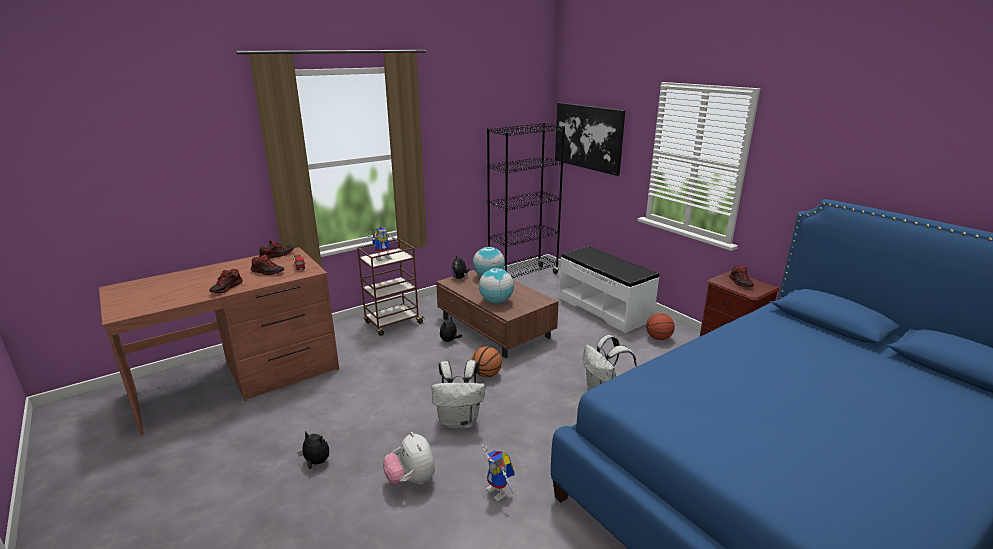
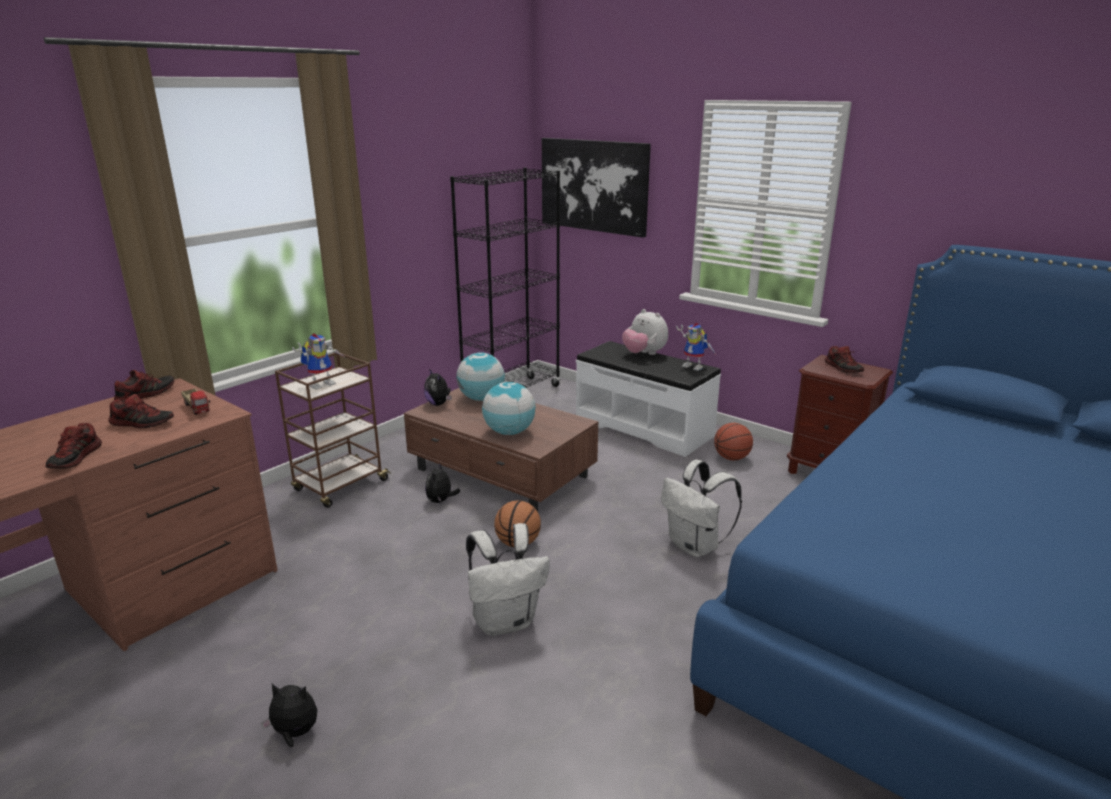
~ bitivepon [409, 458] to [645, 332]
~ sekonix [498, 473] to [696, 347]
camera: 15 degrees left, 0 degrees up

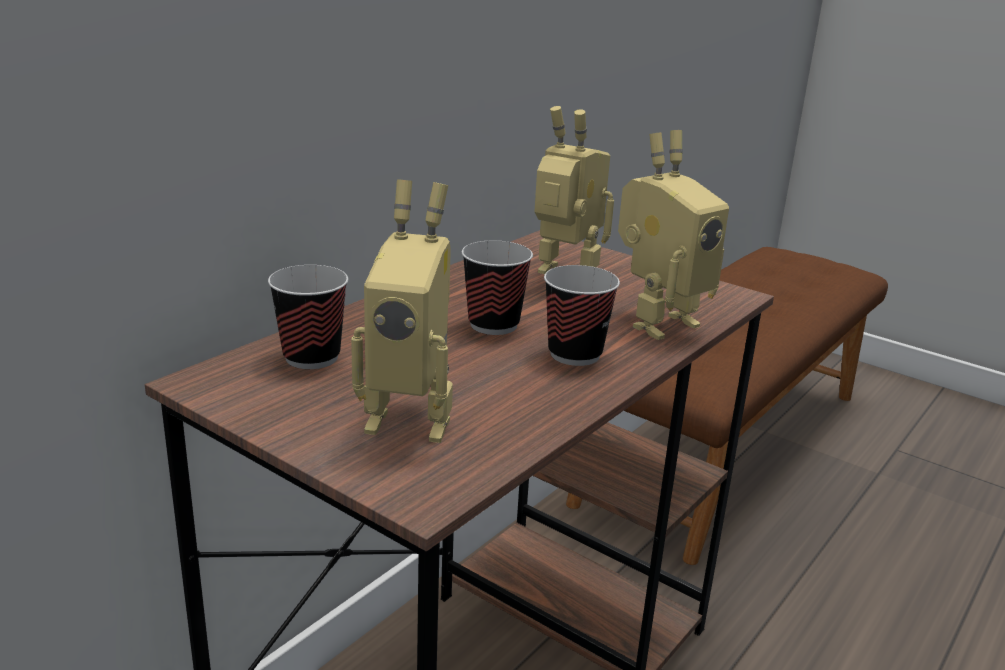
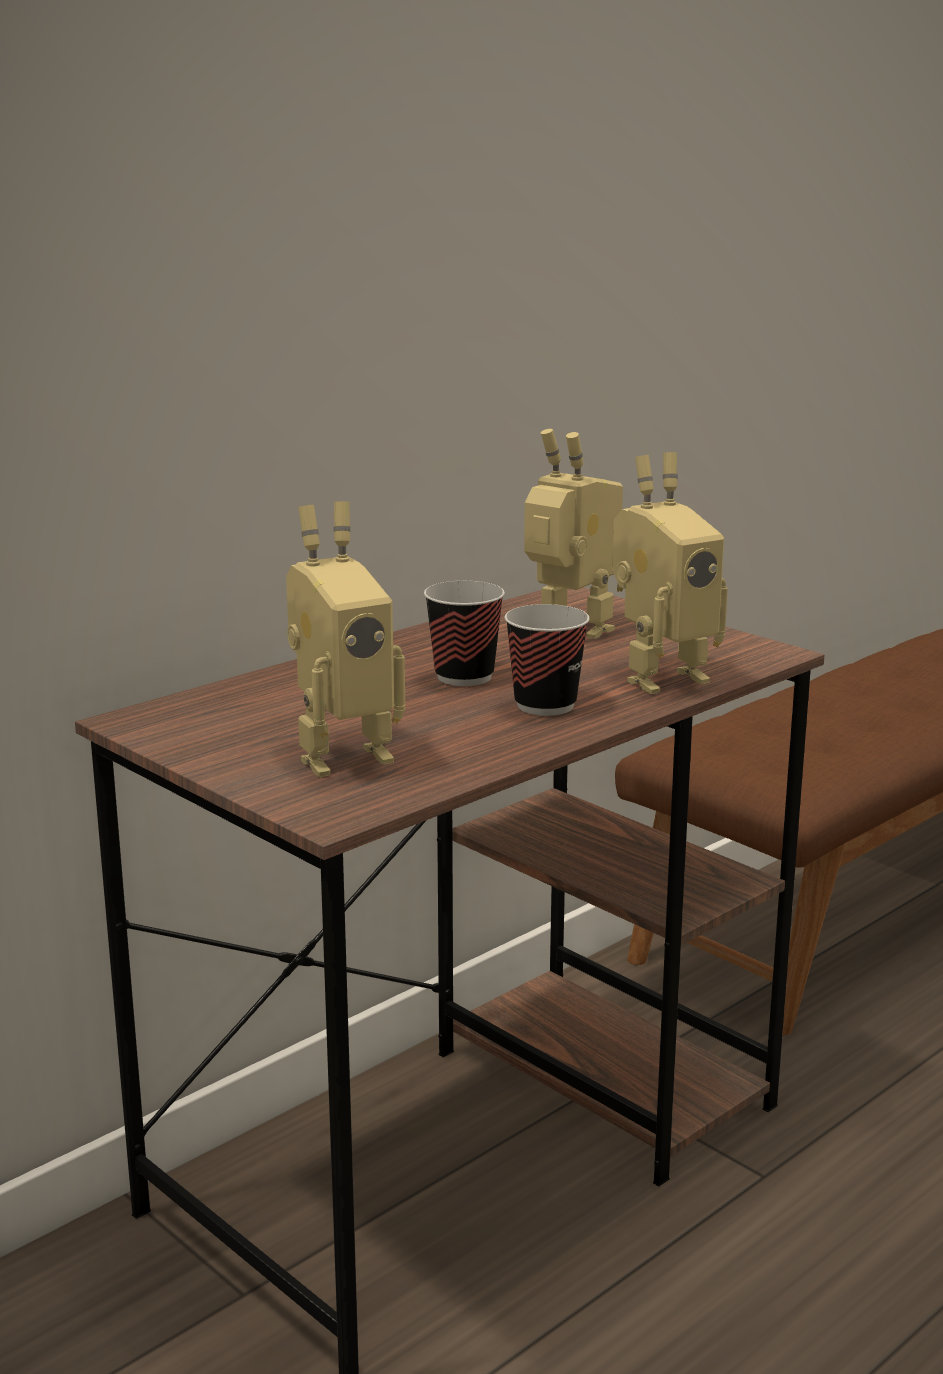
- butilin [308, 317]
~ sekonix [402, 311] = [345, 639] 45 degrees counterclockwise
camera: 10 degrees right, 5 degrees down

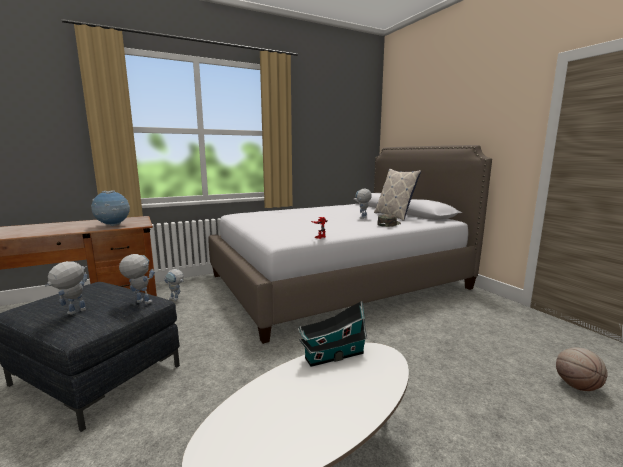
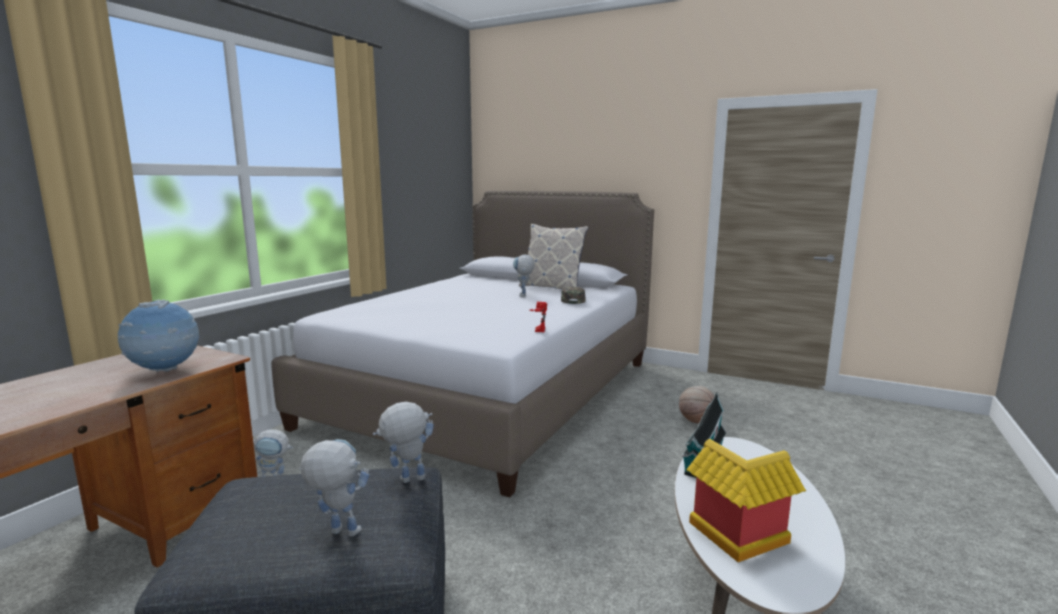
+ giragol [746, 500]
~ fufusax [582, 369] to [696, 404]
~ sekonix [66, 288] = [334, 488] 105 degrees clockwise
camera: 35 degrees left, 0 degrees up

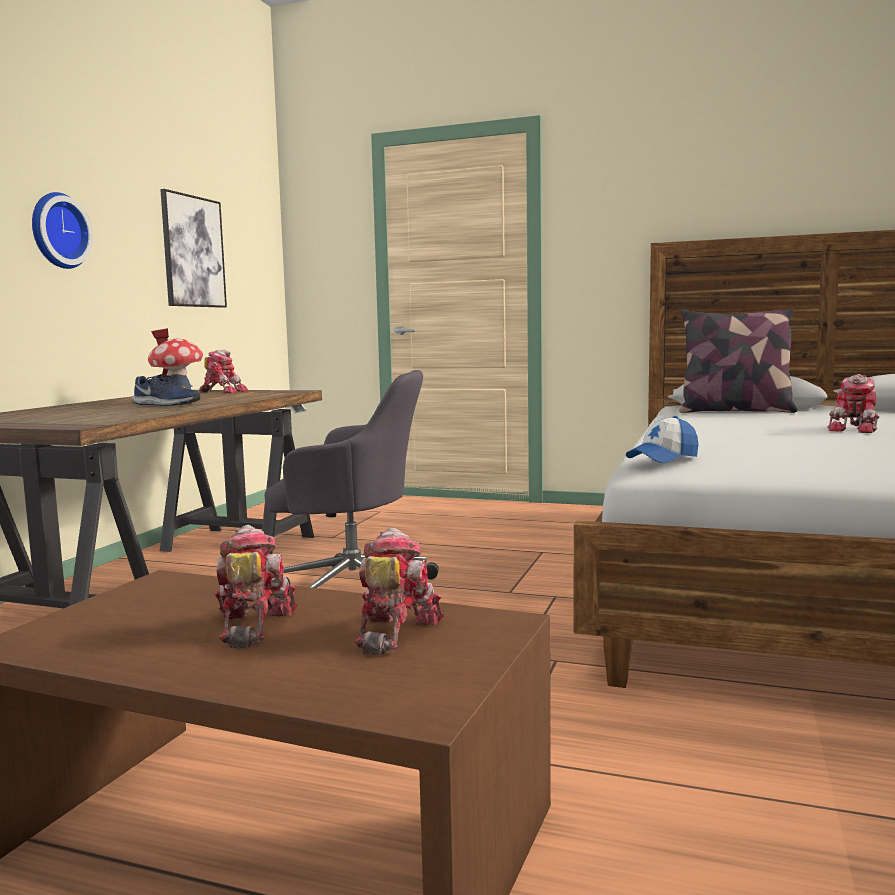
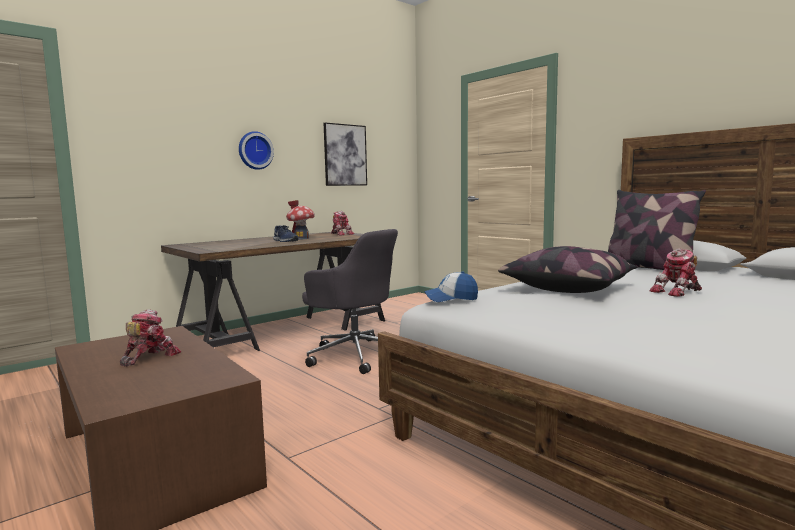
- sekonix [399, 591]
+ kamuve [568, 269]
camera: 30 degrees right, 0 degrees up

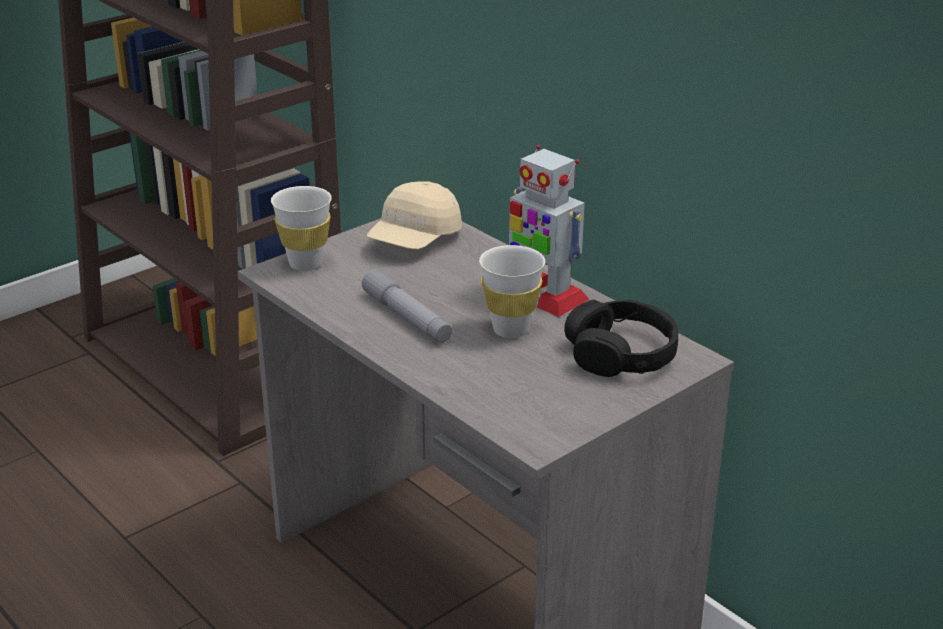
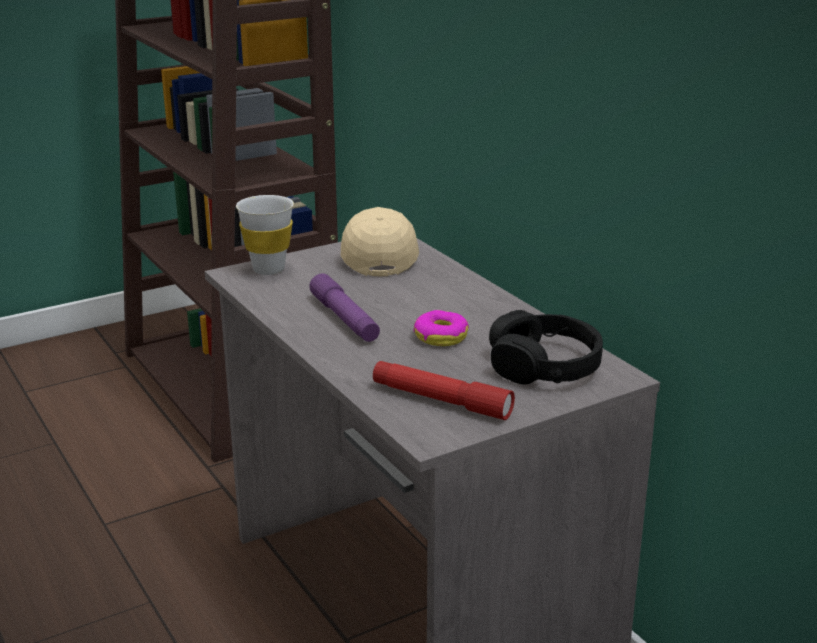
- sekonix [549, 231]
+ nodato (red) [444, 390]
~ butilin (white) [512, 291] to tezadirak [441, 328]
~ nodato (grey) [407, 306] to nodato (purple) [344, 307]
~ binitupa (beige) [414, 215] = [380, 241] 135 degrees clockwise
camera: 10 degrees right, 5 degrees down

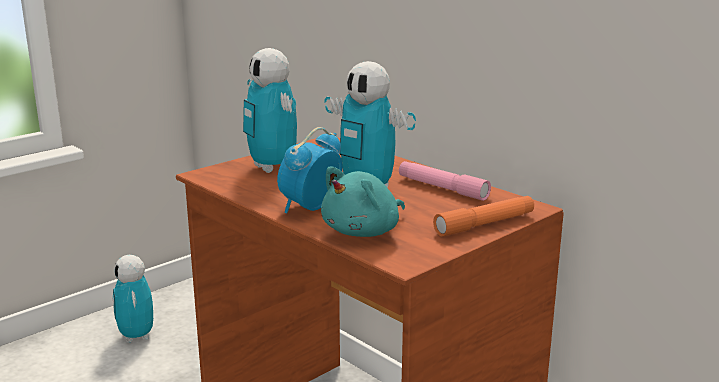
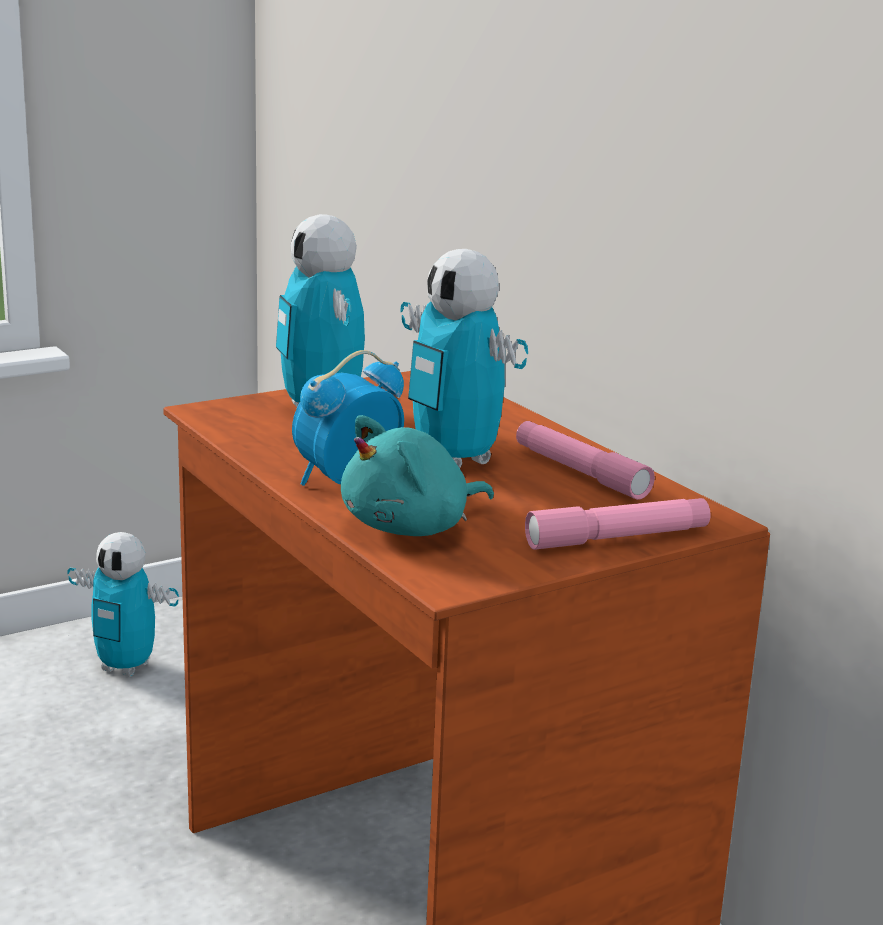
~ nodato (orange) [483, 216] to nodato (pink) [617, 524]
~ sekonix [133, 299] = [123, 604] 60 degrees counterclockwise
camera: 10 degrees right, 0 degrees up

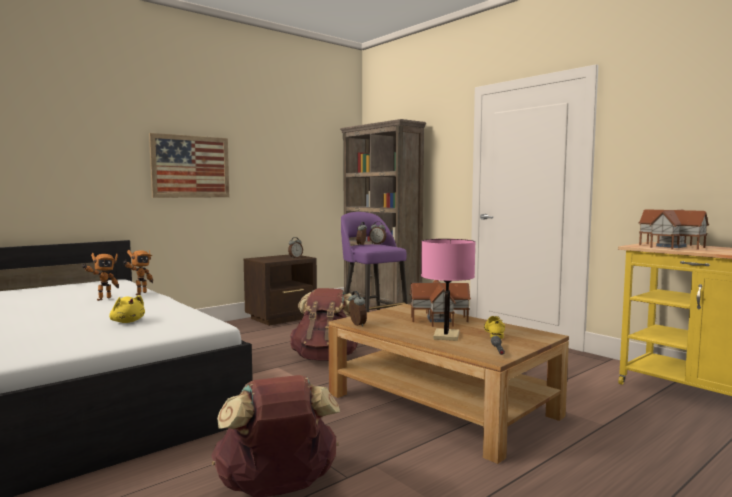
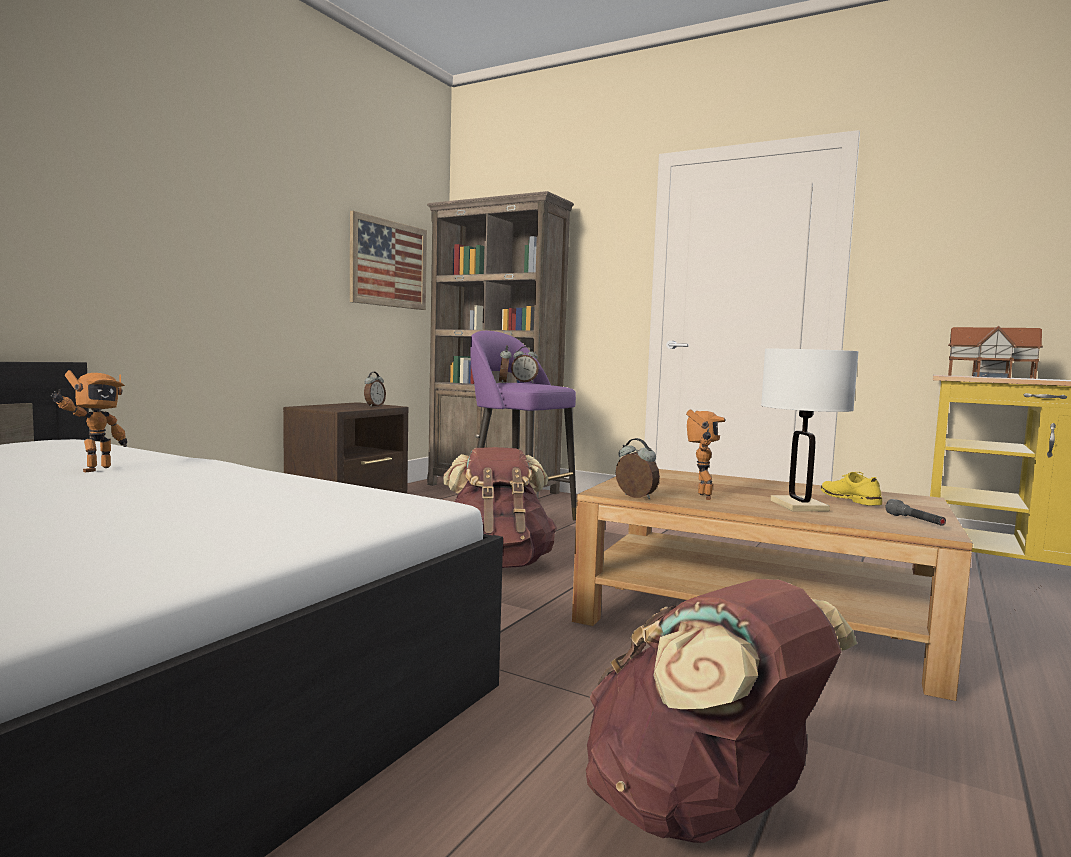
- bitivepon (yellow) [127, 309]
- giragol [440, 303]
~ sekonix [138, 272] to [705, 454]
~ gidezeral [189, 165] to [388, 260]
~ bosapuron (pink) [448, 290] to bosapuron (white) [810, 430]
camera: 20 degrees left, 0 degrees up

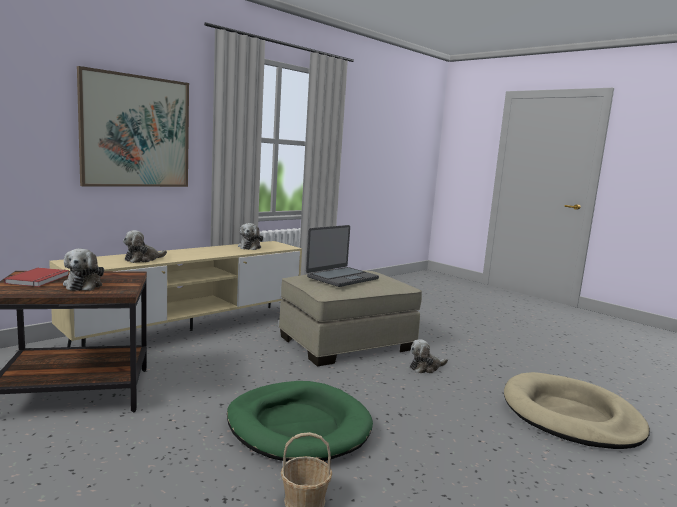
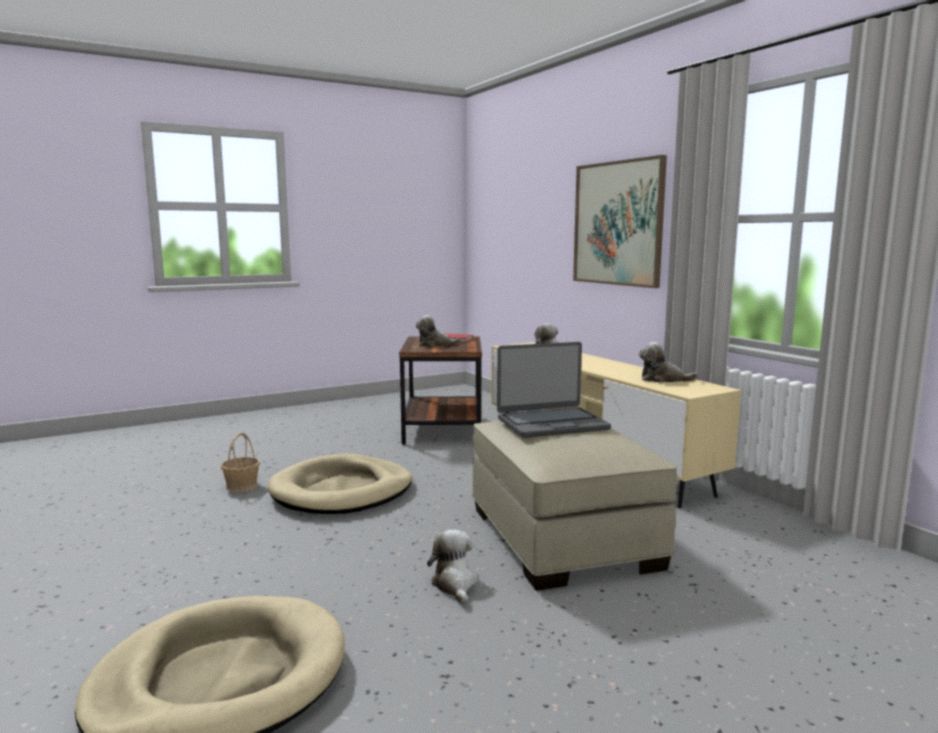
~ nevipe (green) [300, 421] to nevipe (beige) [340, 484]
~ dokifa [342, 256] = [554, 390] 75 degrees counterclockwise
camera: 105 degrees right, 0 degrees up

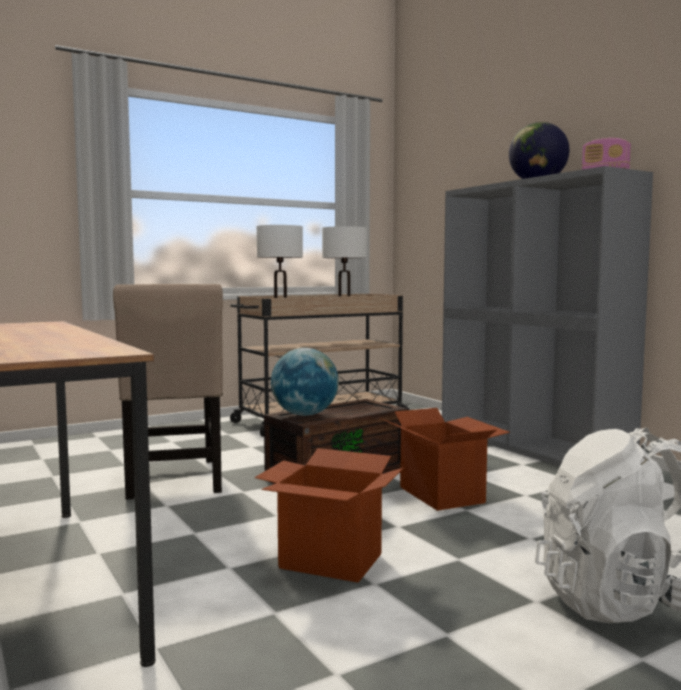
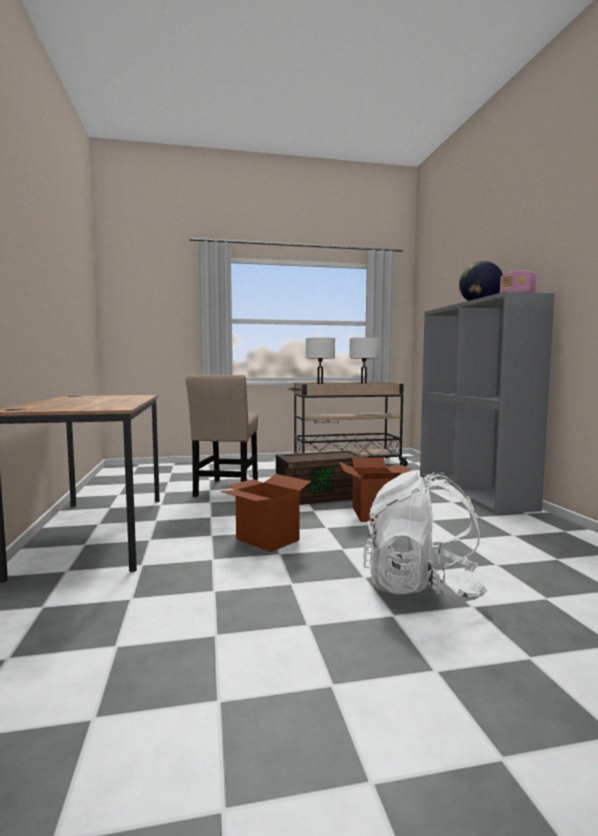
- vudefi [305, 382]
camera: 20 degrees right, 0 degrees up

